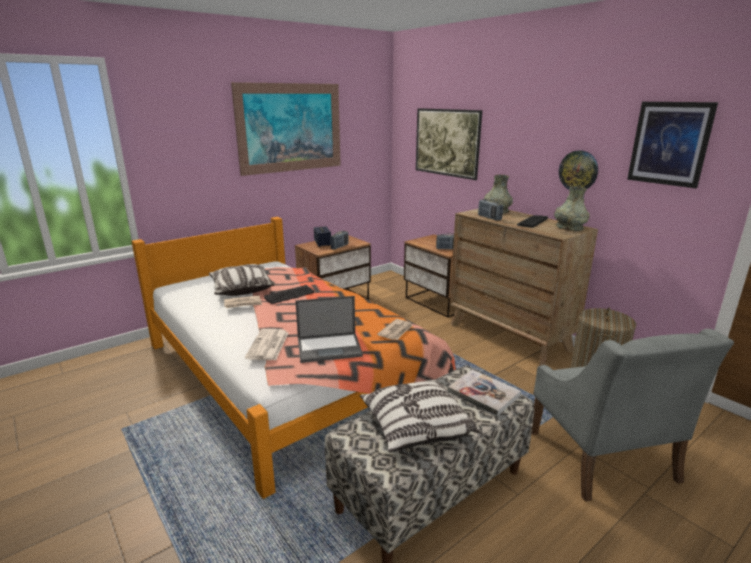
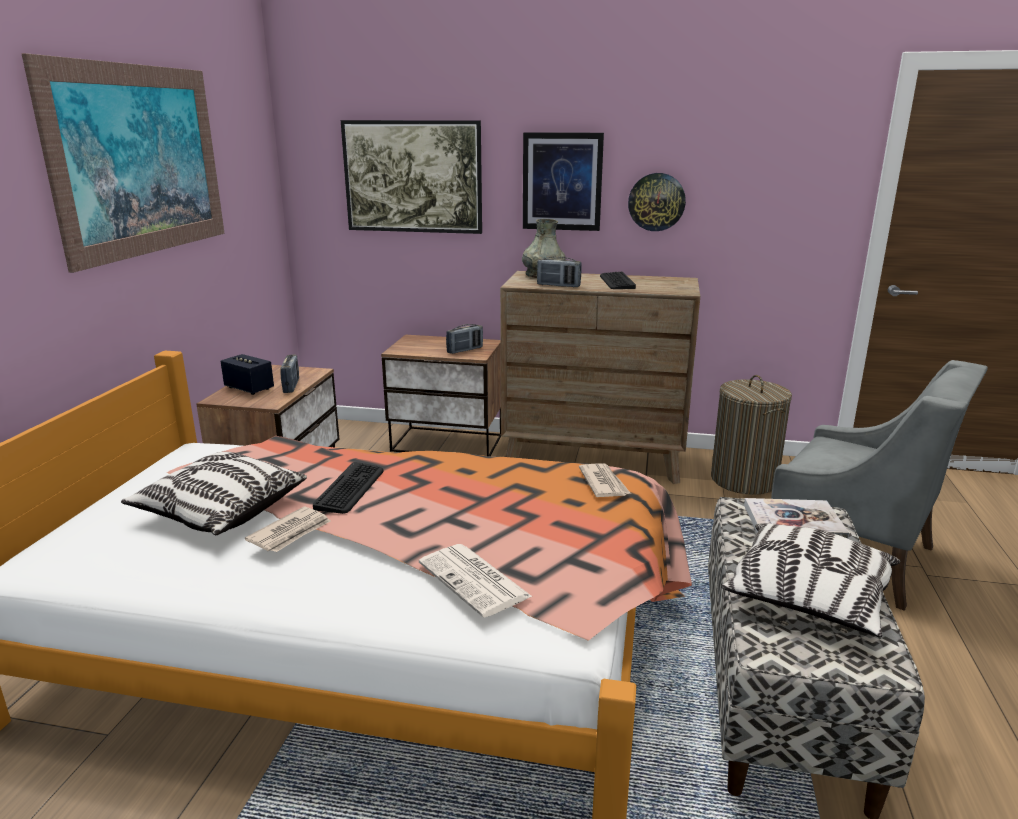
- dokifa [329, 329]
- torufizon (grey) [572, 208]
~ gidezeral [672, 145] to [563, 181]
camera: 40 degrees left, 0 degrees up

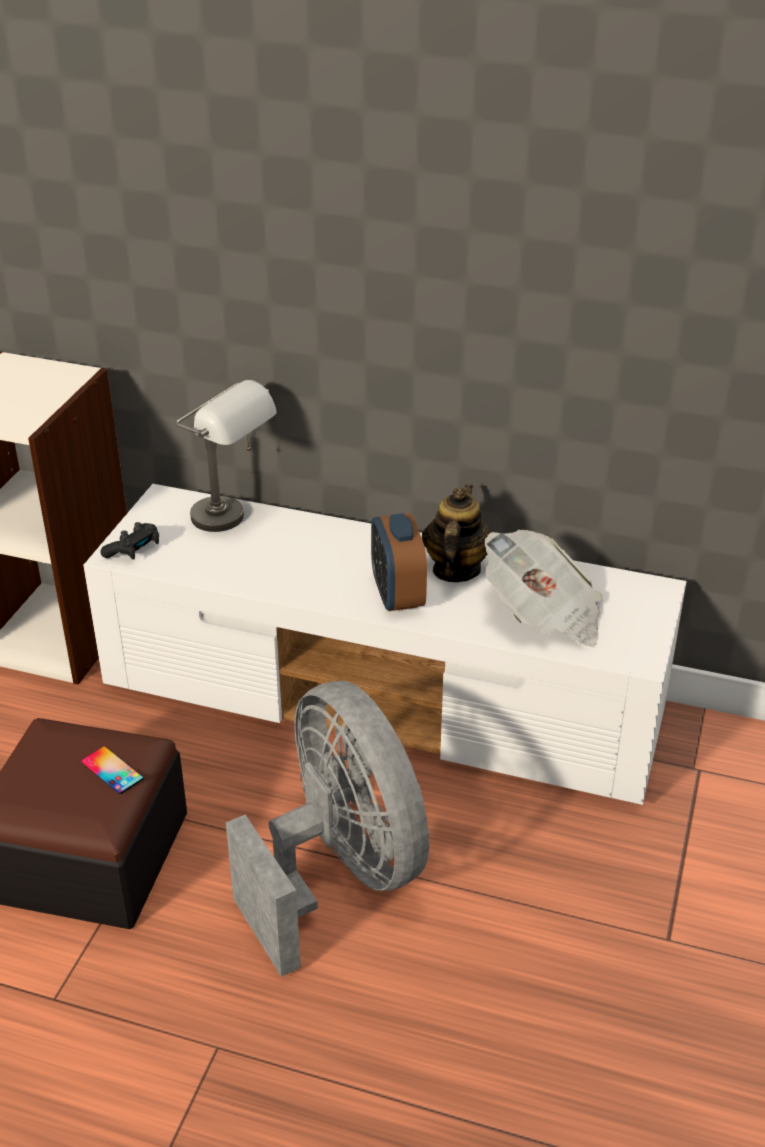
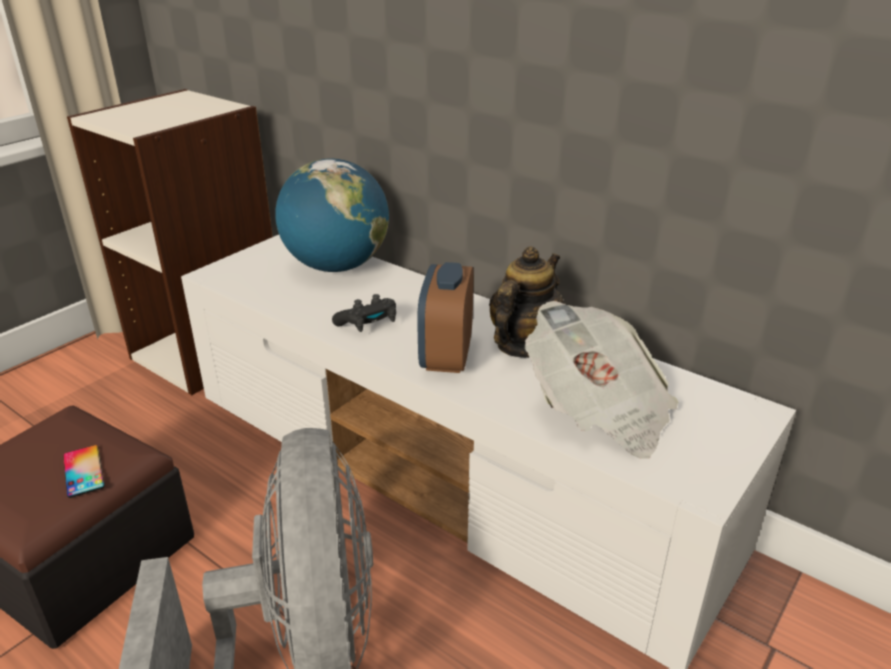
~ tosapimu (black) [129, 541] to [364, 313]
~ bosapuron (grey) [226, 456] to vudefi [332, 215]
camera: 20 degrees right, 5 degrees down

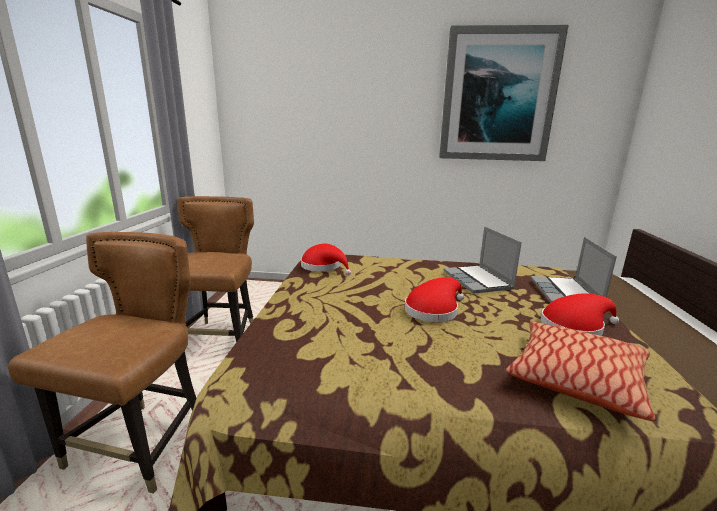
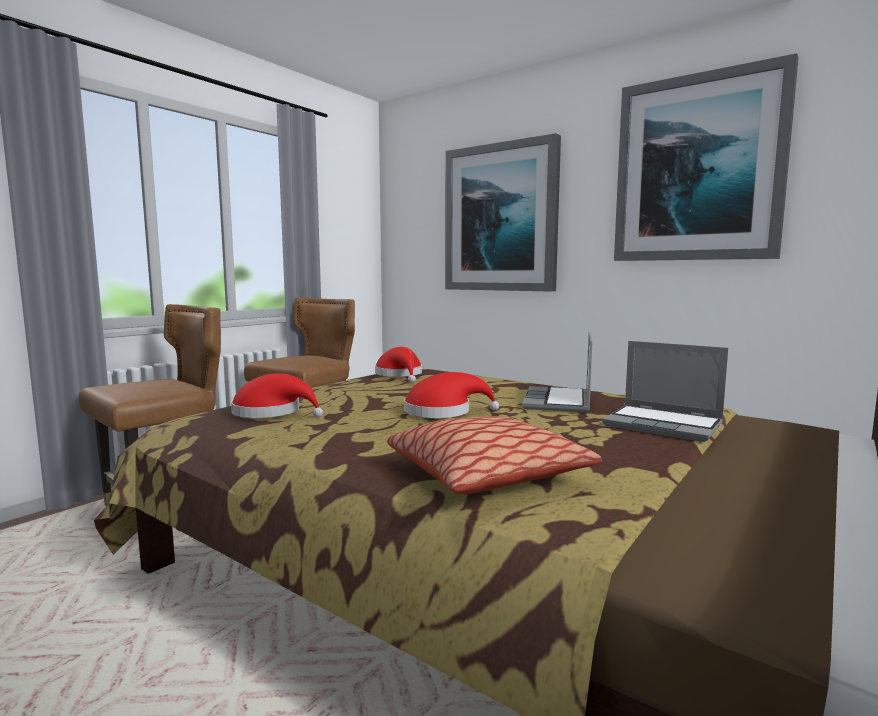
+ gidezeral [503, 212]
~ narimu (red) [580, 314] to [277, 395]
~ dokifa [574, 270] = [665, 391] 90 degrees counterclockwise
camera: 30 degrees right, 10 degrees down

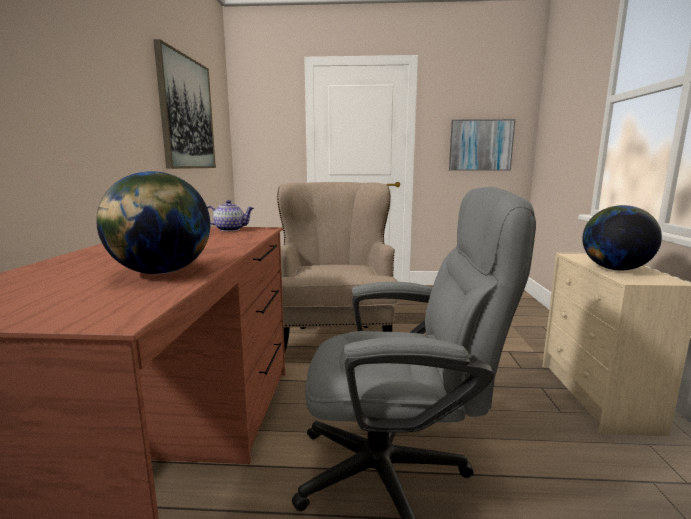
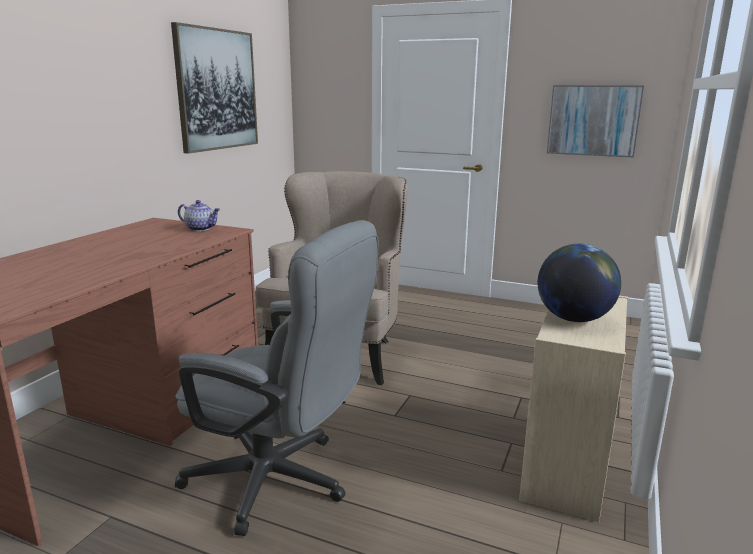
- vudefi [153, 222]
camera: 20 degrees right, 5 degrees up

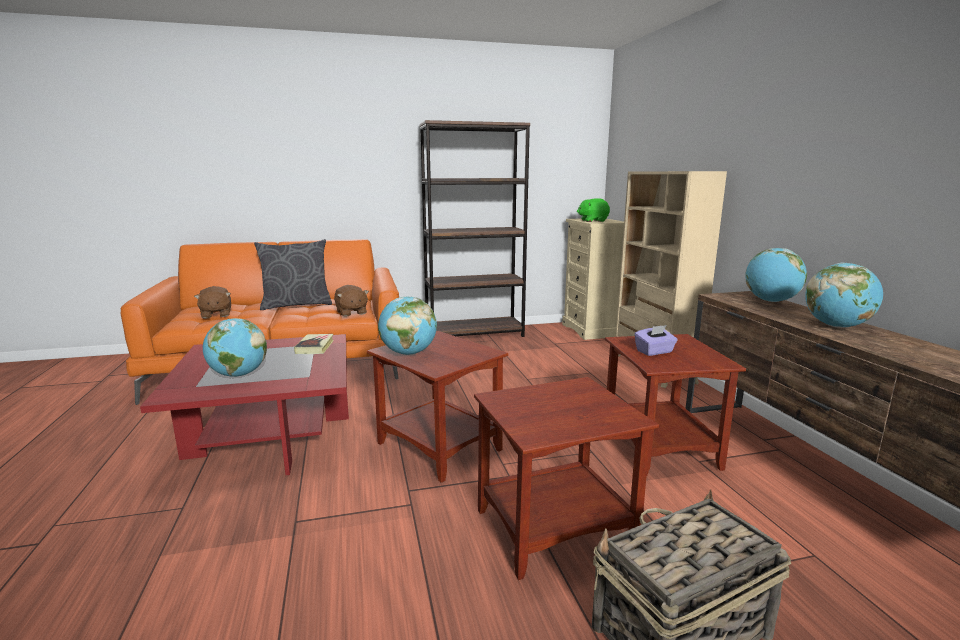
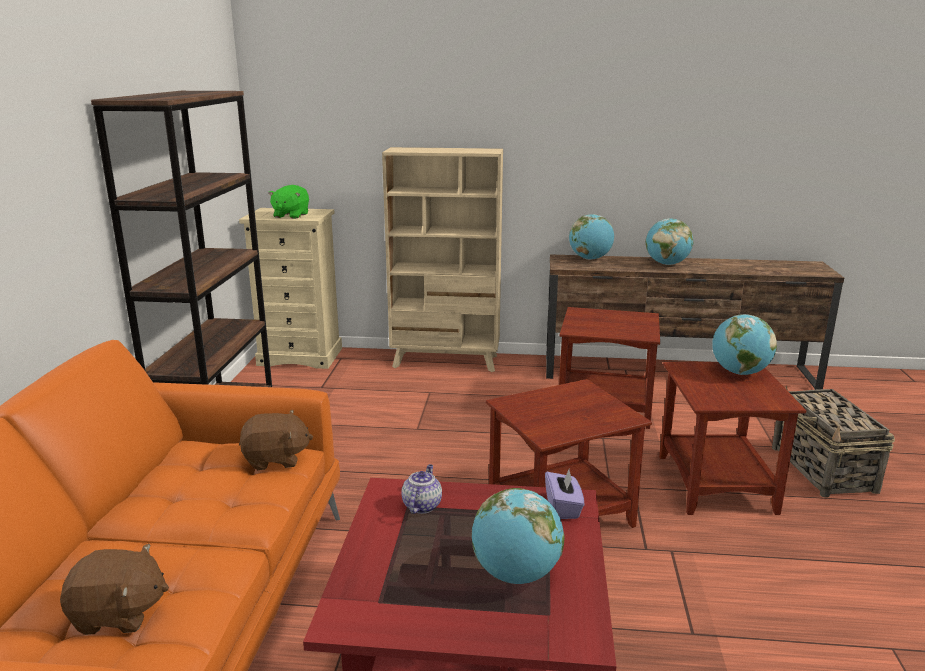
- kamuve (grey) [293, 274]
~ vudefi [407, 326] to [744, 344]
~ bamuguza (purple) [656, 340] to [564, 494]
~ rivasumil [314, 344] to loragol [421, 489]
camera: 70 degrees left, 5 degrees up

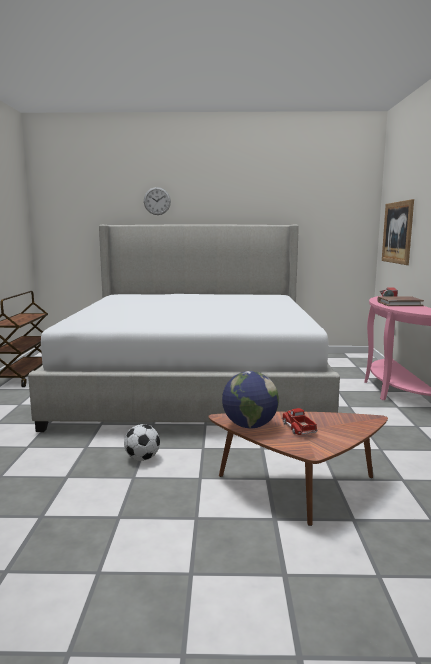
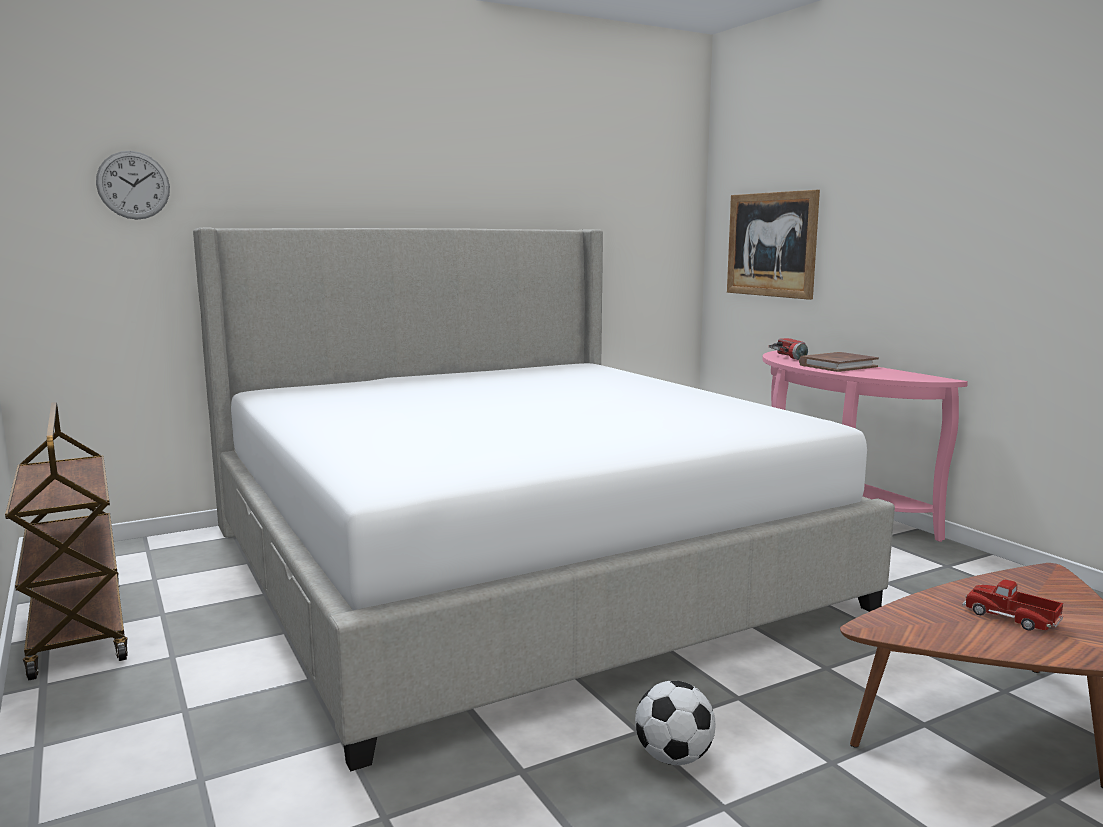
- vudefi [250, 399]
~ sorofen [157, 201] to [133, 185]
camera: 30 degrees left, 0 degrees up

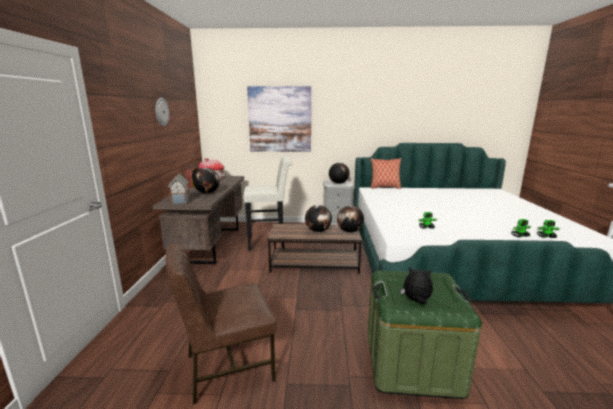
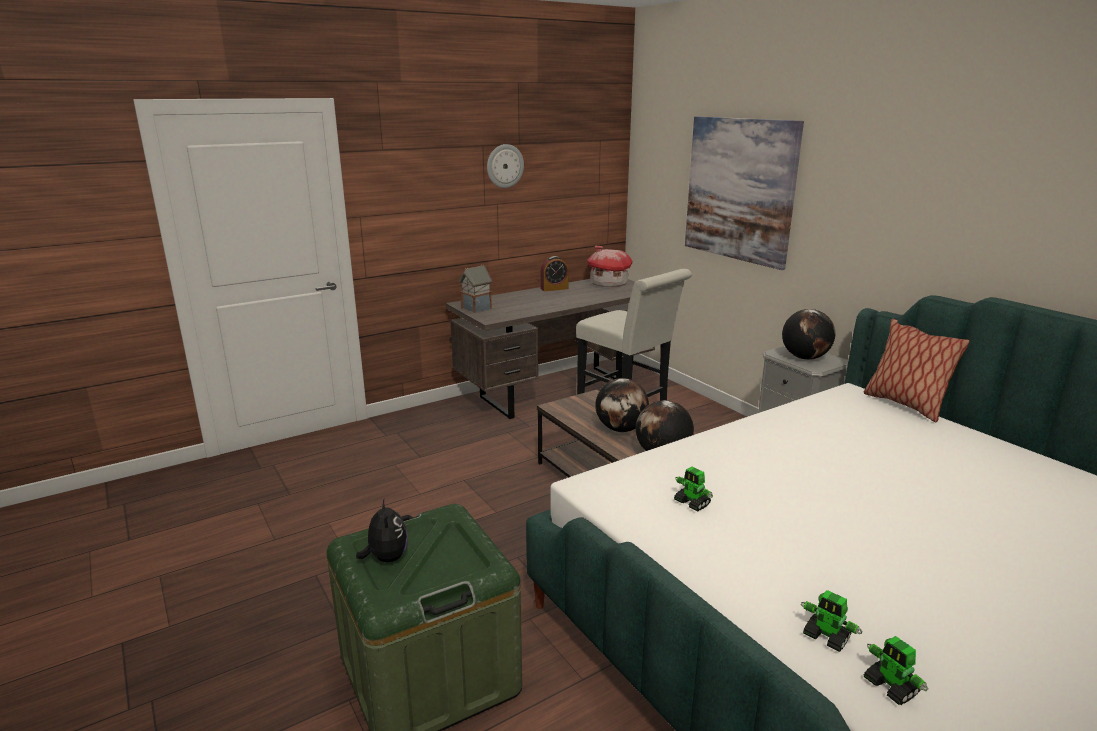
- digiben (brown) [221, 324]
- vudefi [206, 181]
camera: 55 degrees right, 5 degrees up

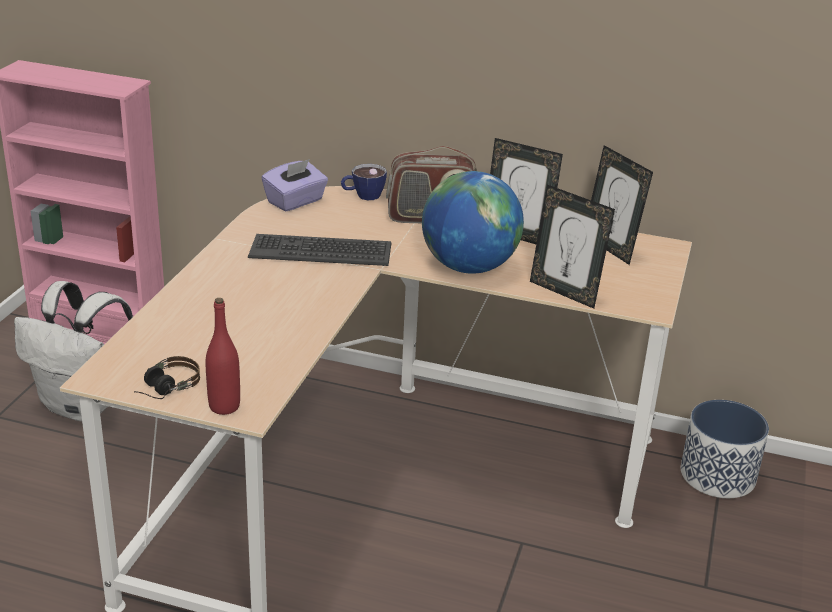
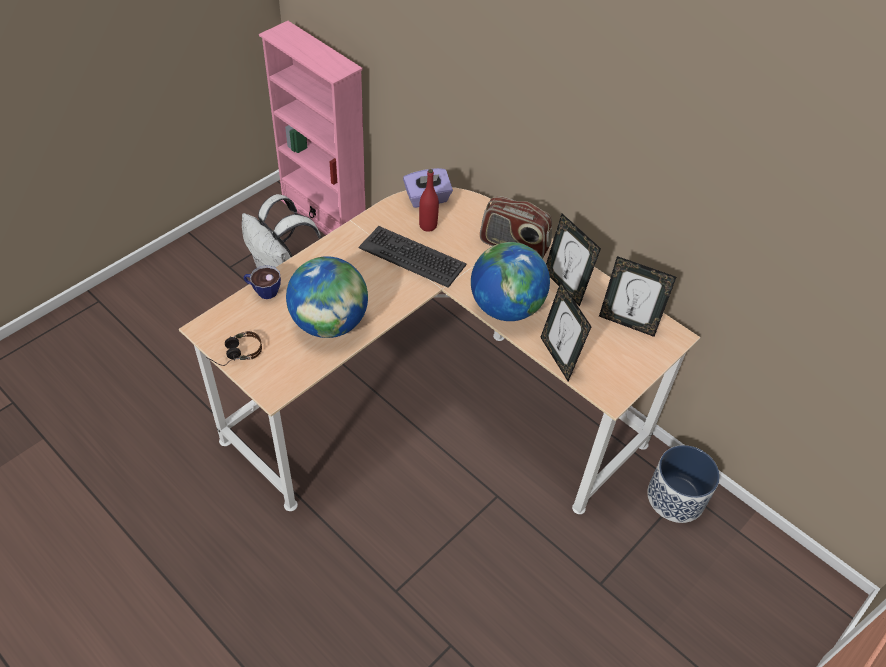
+ vudefi [327, 297]
~ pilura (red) [223, 356] to [429, 200]
~ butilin [364, 182] to [262, 282]
~ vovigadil [622, 205] = [637, 296] 60 degrees counterclockwise
camera: 25 degrees right, 20 degrees up

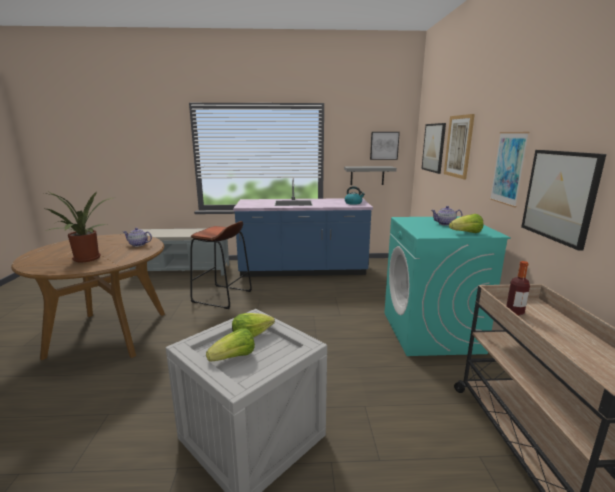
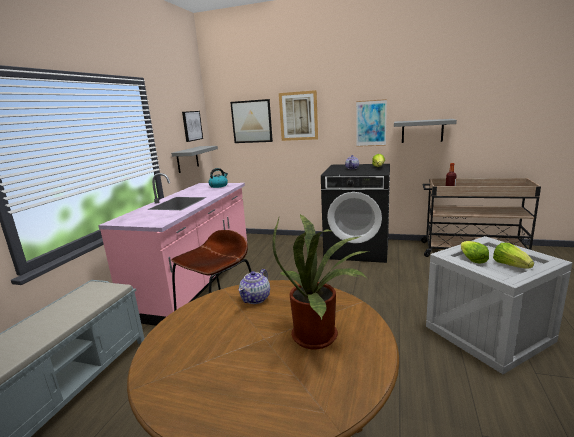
~ gidezeral [563, 200] to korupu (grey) [425, 131]
~ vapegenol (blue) [303, 227] to vapegenol (pink) [172, 249]
~ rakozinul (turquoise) [447, 286] to rakozinul (black) [355, 213]
camera: 70 degrees left, 0 degrees up

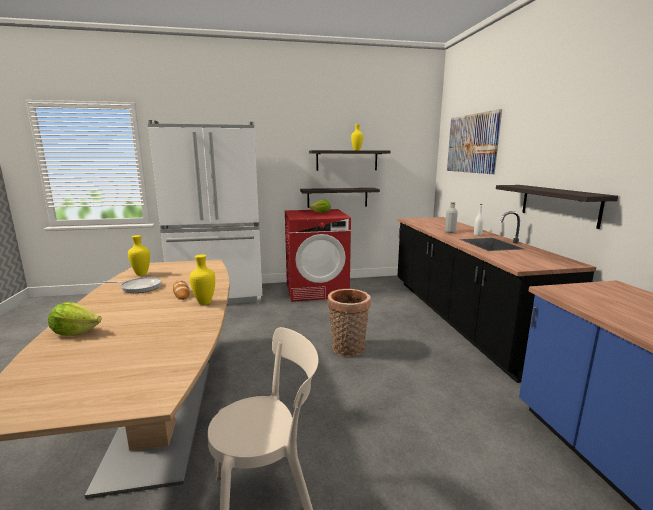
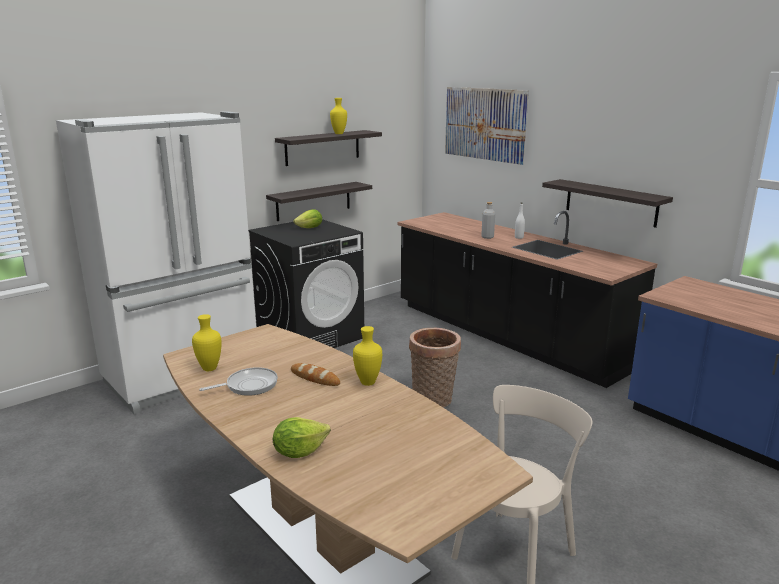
~ rakozinul (red) [318, 255] to rakozinul (black) [306, 283]
camera: 30 degrees left, 5 degrees up

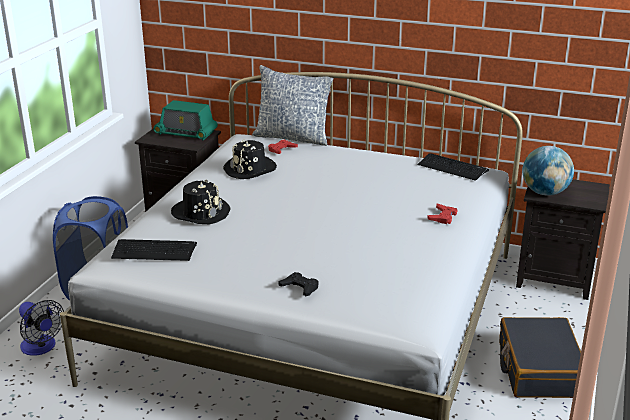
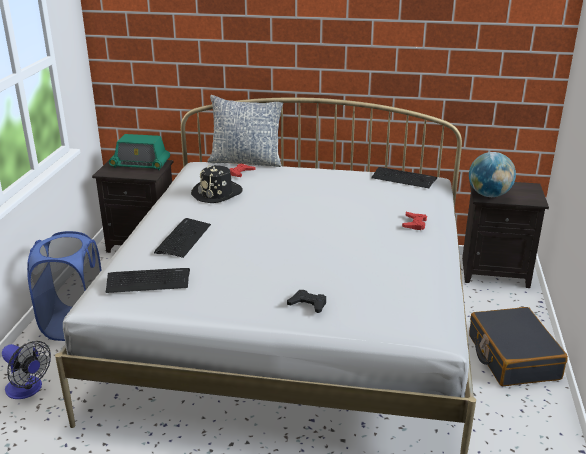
~ narimu (black) [201, 201] to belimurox [182, 238]
camera: 10 degrees left, 0 degrees up

